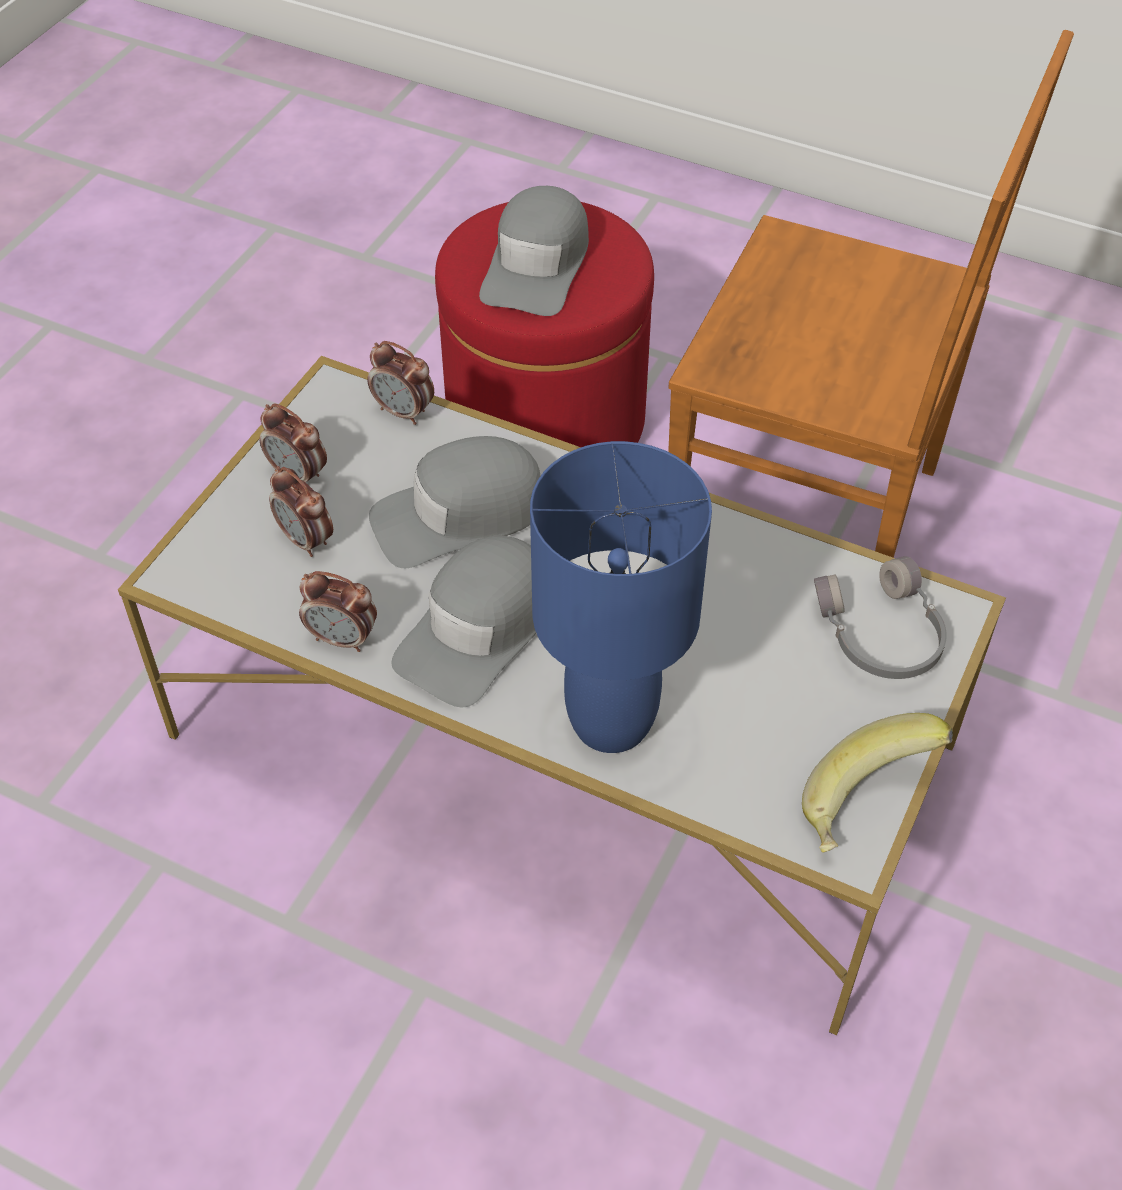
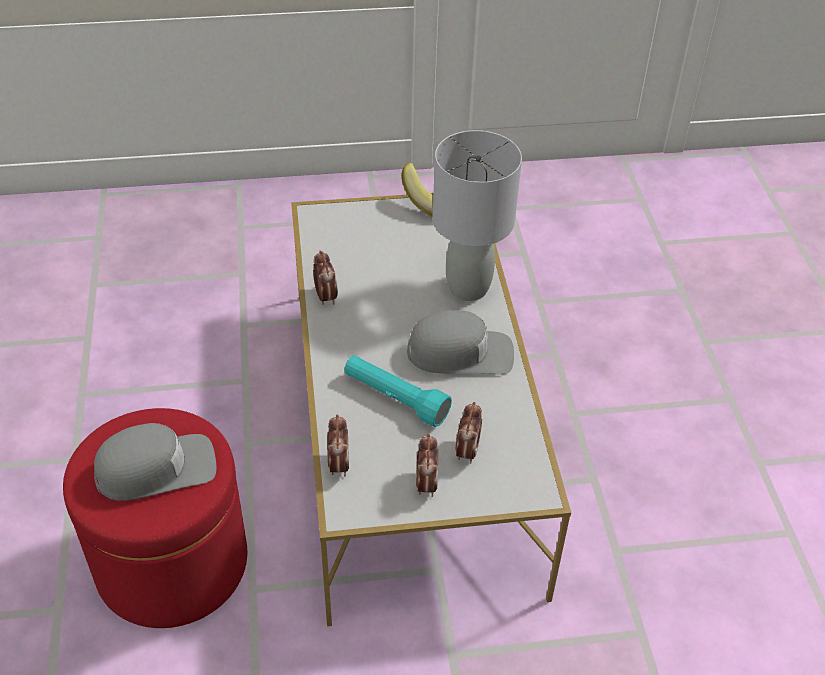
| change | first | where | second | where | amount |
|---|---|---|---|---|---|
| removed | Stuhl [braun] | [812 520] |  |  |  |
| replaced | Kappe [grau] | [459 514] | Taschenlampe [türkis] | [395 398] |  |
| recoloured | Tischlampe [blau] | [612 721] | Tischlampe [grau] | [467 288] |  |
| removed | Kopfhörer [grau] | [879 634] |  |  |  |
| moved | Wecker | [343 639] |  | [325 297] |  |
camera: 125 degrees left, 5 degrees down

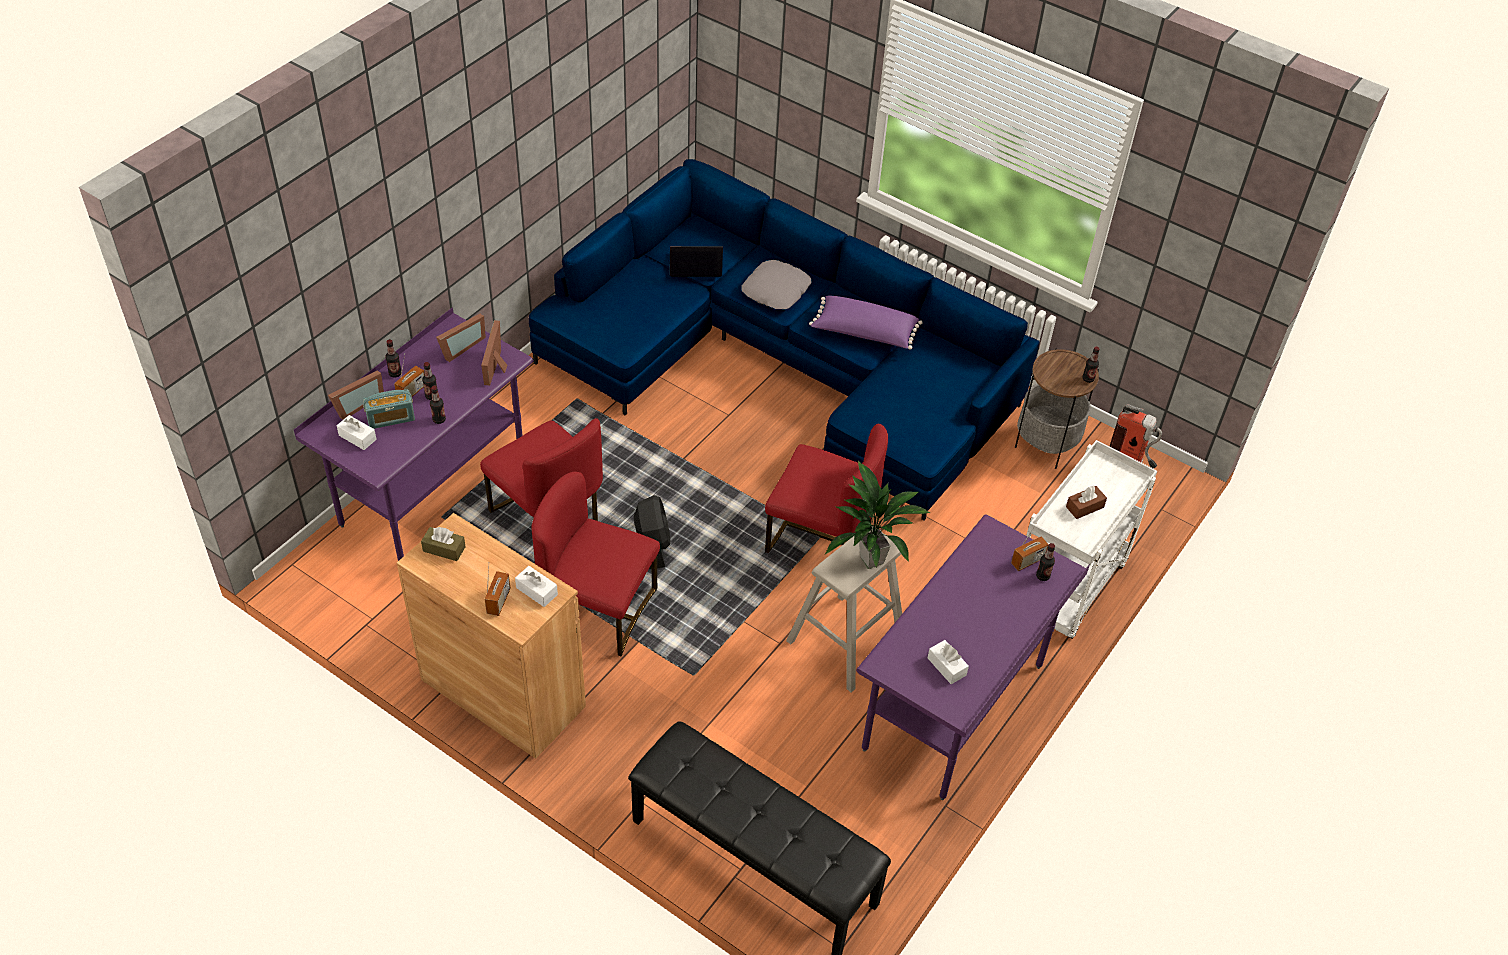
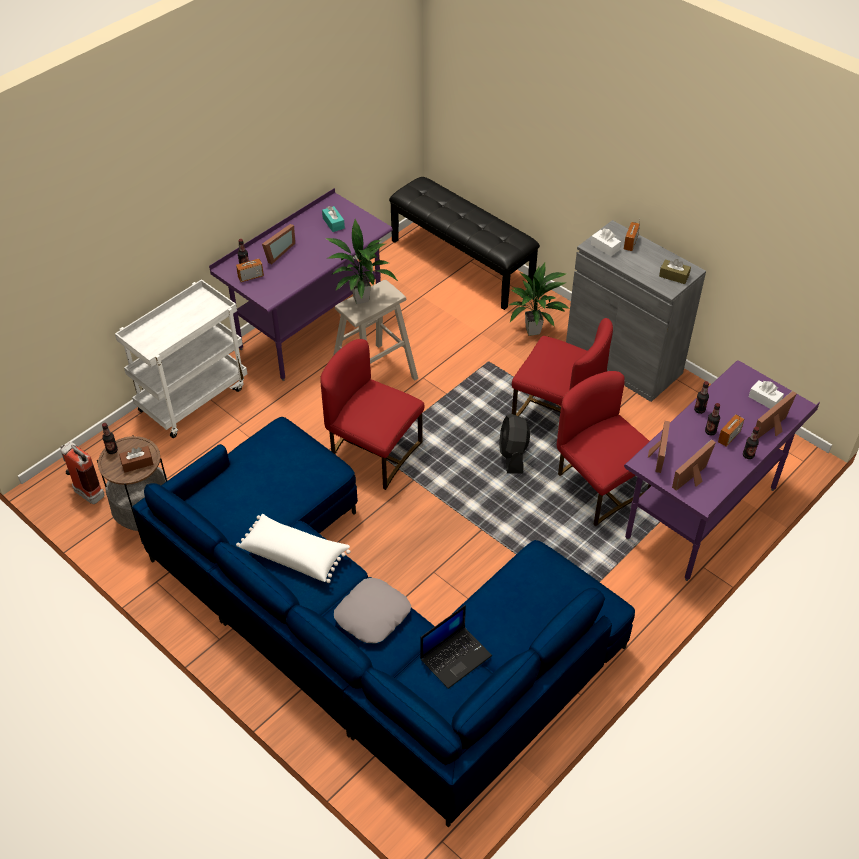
| change | first | where | second | where | amount |
|---|---|---|---|---|---|
| turned | Laptop | [694 265] |  | [456 656] | 45 degrees counterclockwise |
| recoloured | Kissen [lila] | [864 333] | Kissen [weiß] | [294 555] |  |
| removed | Radio | [391 418] |  |  |  |
| moved | Taschentuchbox [braun] | [1084 507] |  | [137 463] |  |
| recoloured | Schrank [braun] | [503 693] | Schrank [grau] | [623 361] |  |
| recoloured | Taschentuchbox [weiß] | [946 666] | Taschentuchbox [türkis] | [333 223] |  |
| added |  |  | Bilderrahmen | [277 252] |  |
| added |  |  | Topfpflanze | [533 331] |  |
camera: 170 degrees left, 0 degrees up

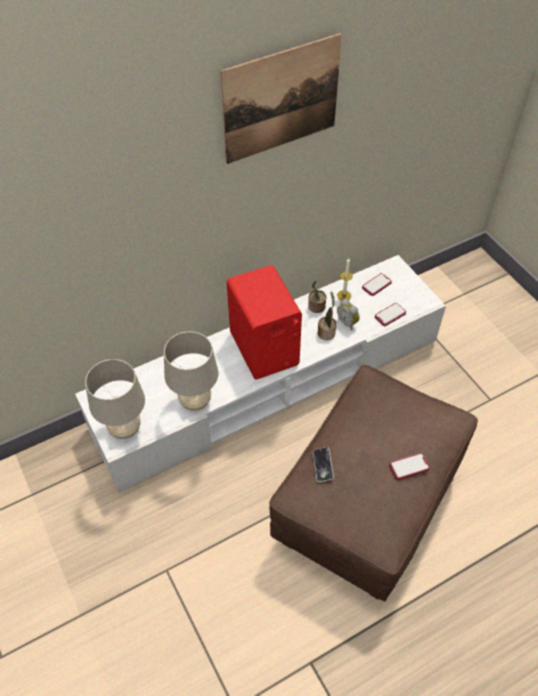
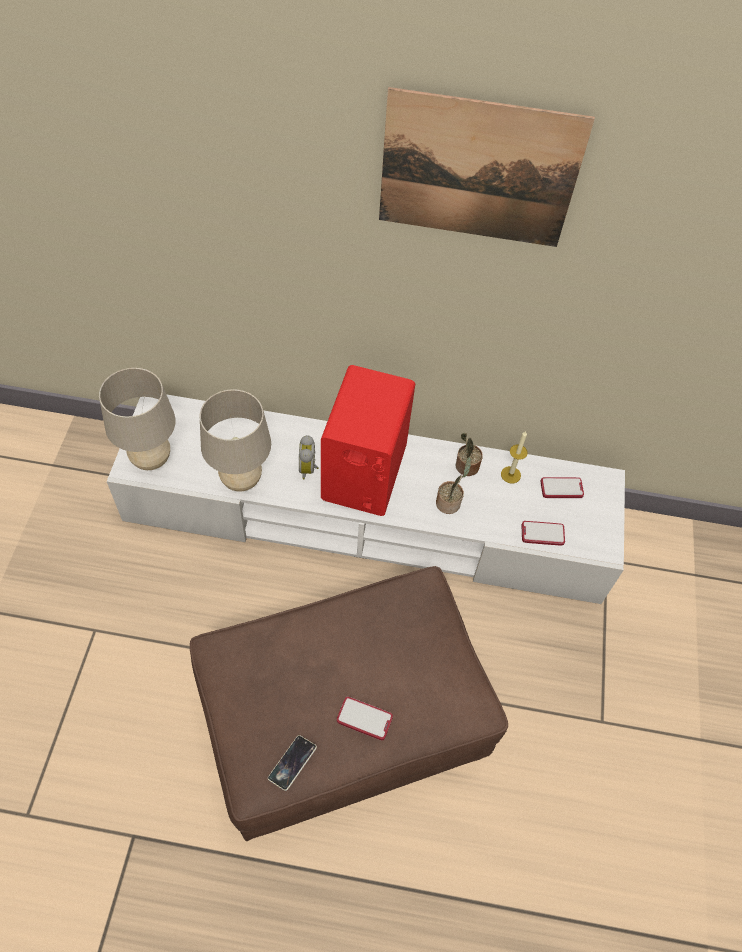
| change | first | where | second | where | amount |
|---|---|---|---|---|---|
| moved | Wecker | [348 322] |  | [309 468] |  |
| moved | Handy | [322 465] |  | [292 763] |  |
camera: 35 degrees right, 5 degrees up

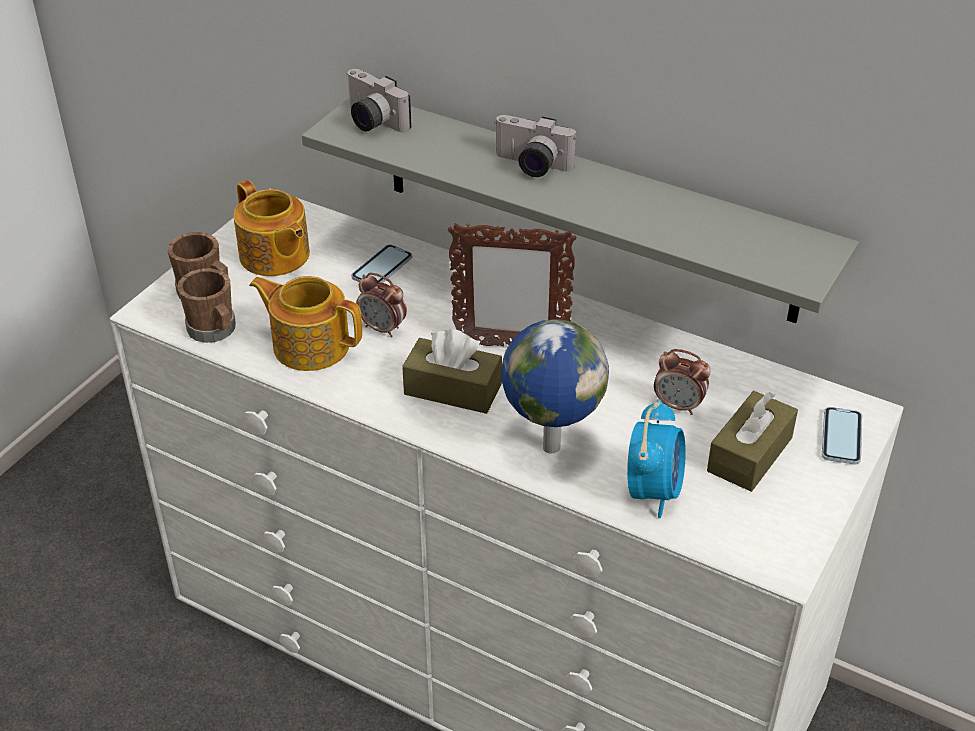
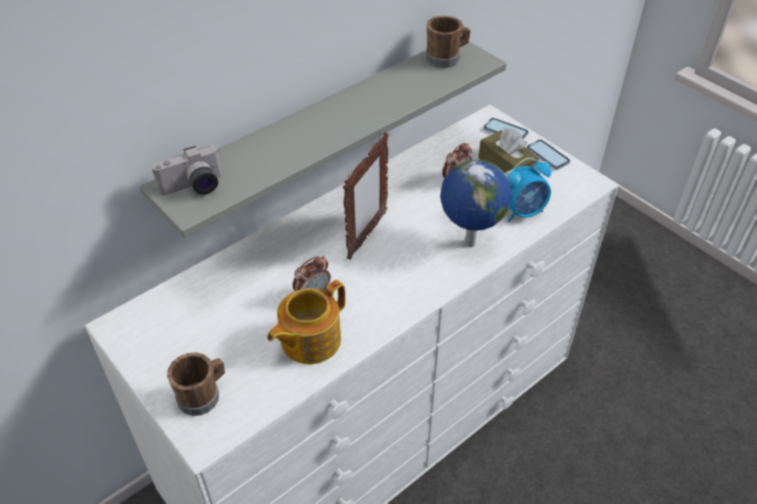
| change | first | where | second | where | amount |
|---|---|---|---|---|---|
| removed | Kamera | [530 166] |  |  |  |
| removed | Teekanne | [274 256] |  |  |  |
| moved | Handy | [382 268] |  | [547 156] |  |
| moved | Henkelbecher [braun] | [214 331] |  | [446 58] |  |
| removed | Taschentuchbox [braun] | [453 389] |  |  |  |
| turned | Wecker | [653 491] |  | [522 212] | 120 degrees clockwise |
camera: 70 degrees left, 5 degrees up

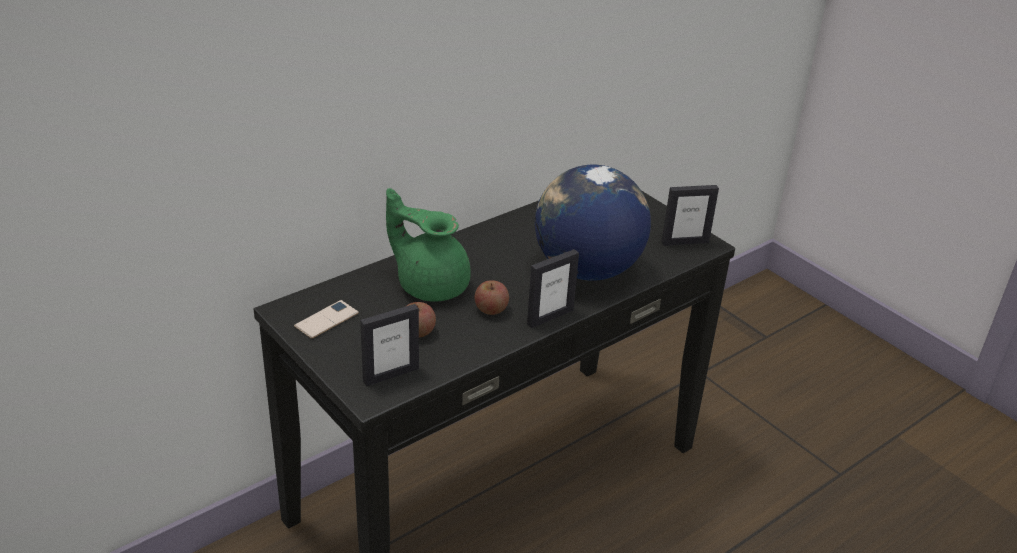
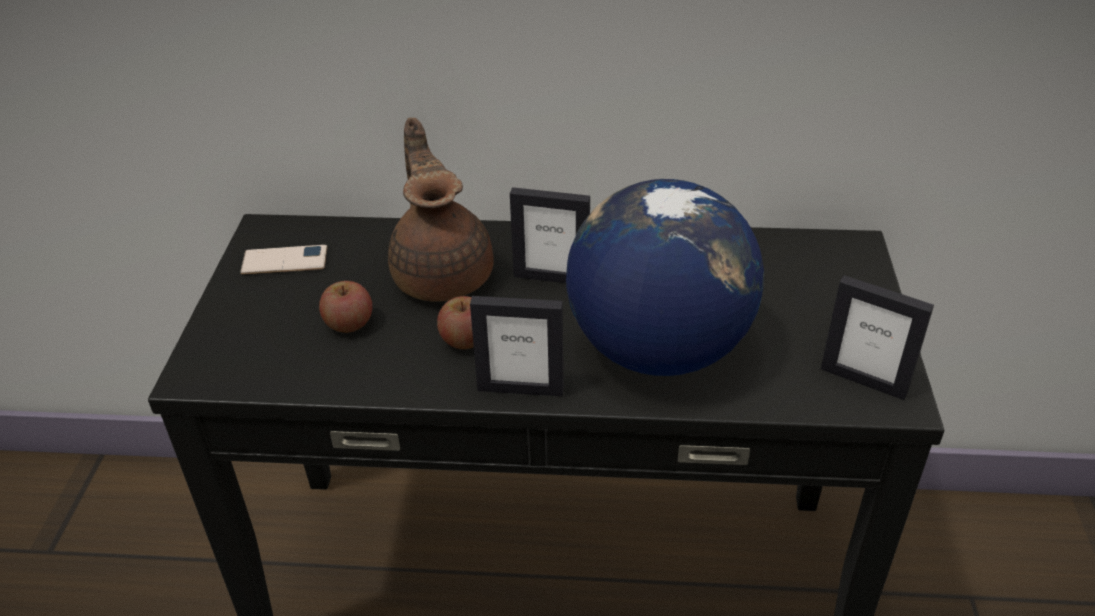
| change | first | where | second | where | amount |
|---|---|---|---|---|---|
| recoloured | Teekanne [grün] | [430 284] | Teekanne [braun] | [443 273] |  |
| moved | Bilderrahmen | [390 374] |  | [551 277] |  |
camera: 45 degrees right, 5 degrees up

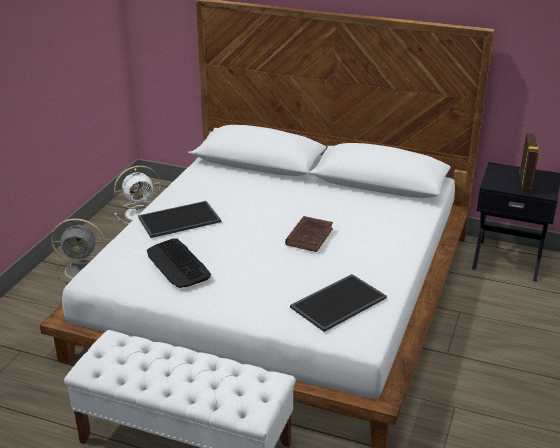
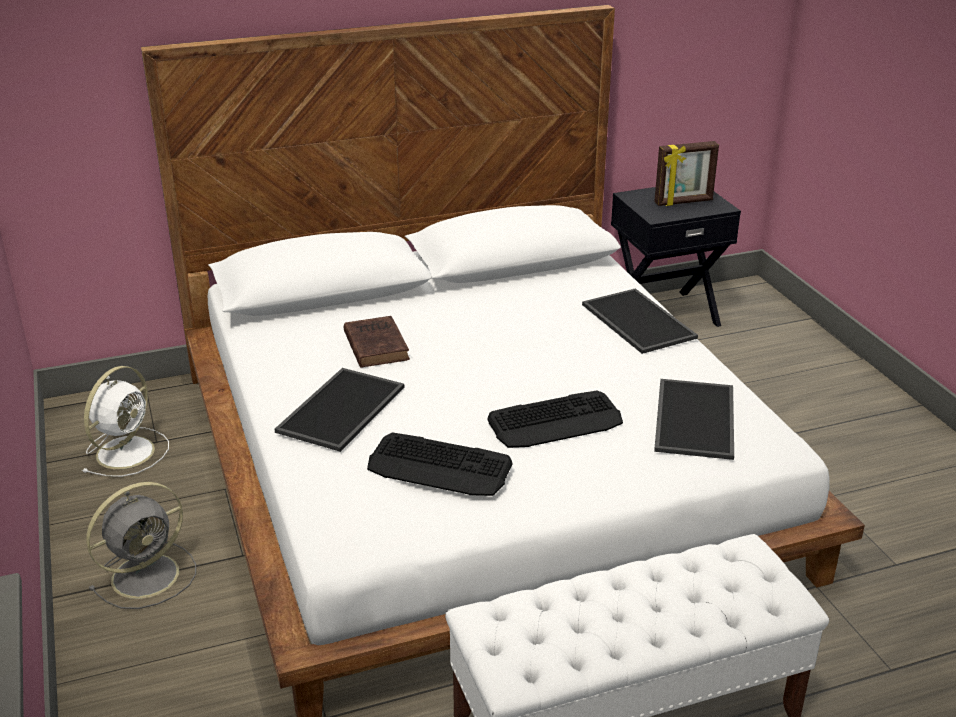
| change | first | where | second | where | amount |
|---|---|---|---|---|---|
| turned | Bilderrahmen | [525 182] |  | [683 202] | 105 degrees clockwise |
| moved | Buch [braun] | [310 236] |  | [375 345] |  |
| added |  |  | Tablett | [636 321] |  |
| added |  |  | Tastatur | [555 421] |  |
camera: 40 degrees left, 0 degrees up

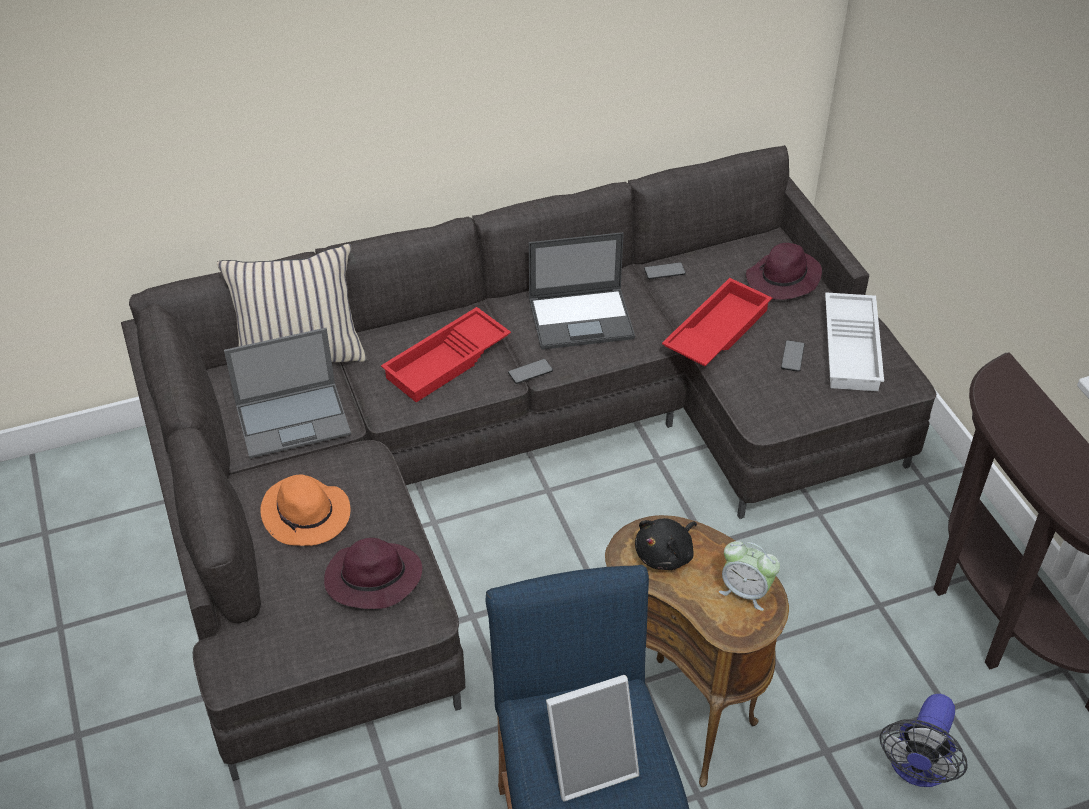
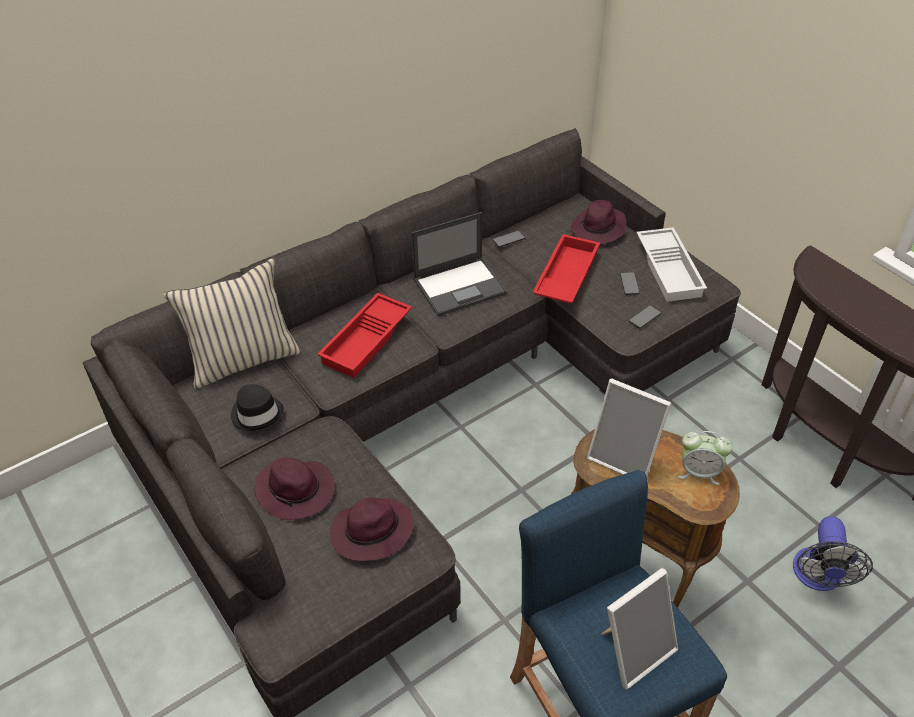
| change | first | where | second | where | amount |
|---|---|---|---|---|---|
| replaced | Laptop | [294 419] | Hut [schwarz] | [257 413] |  |
| moved | Handy | [530 372] |  | [644 317] |  |
| recoloured | Hut [orange] | [307 515] | Hut [lila] | [296 491] |  |
| replaced | Plüschtier [schwarz] | [666 554] | Bilderrahmen | [624 456] |  |
camera: 15 degrees left, 0 degrees up

